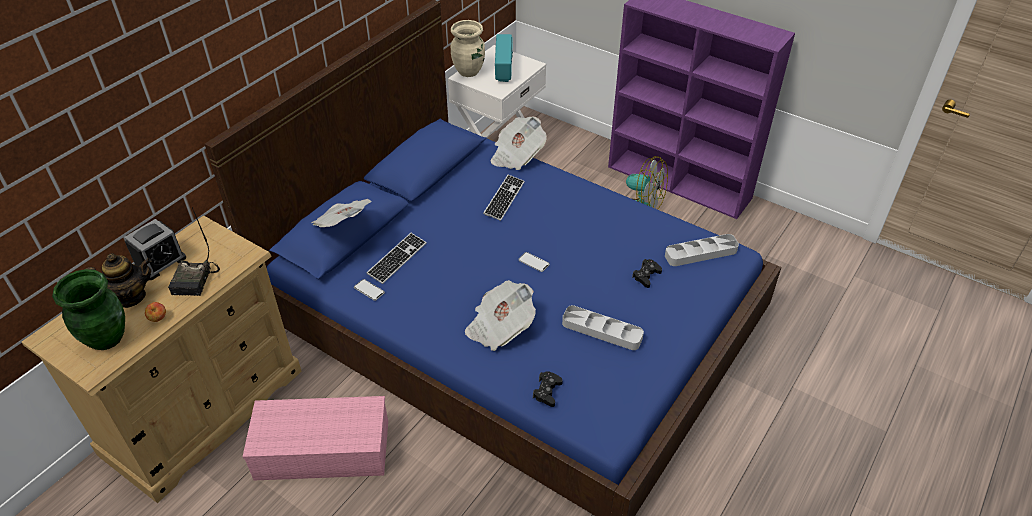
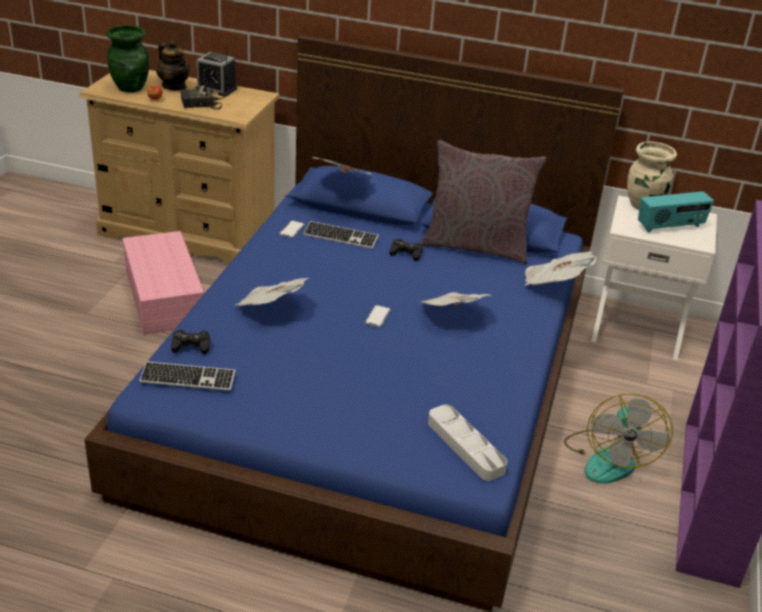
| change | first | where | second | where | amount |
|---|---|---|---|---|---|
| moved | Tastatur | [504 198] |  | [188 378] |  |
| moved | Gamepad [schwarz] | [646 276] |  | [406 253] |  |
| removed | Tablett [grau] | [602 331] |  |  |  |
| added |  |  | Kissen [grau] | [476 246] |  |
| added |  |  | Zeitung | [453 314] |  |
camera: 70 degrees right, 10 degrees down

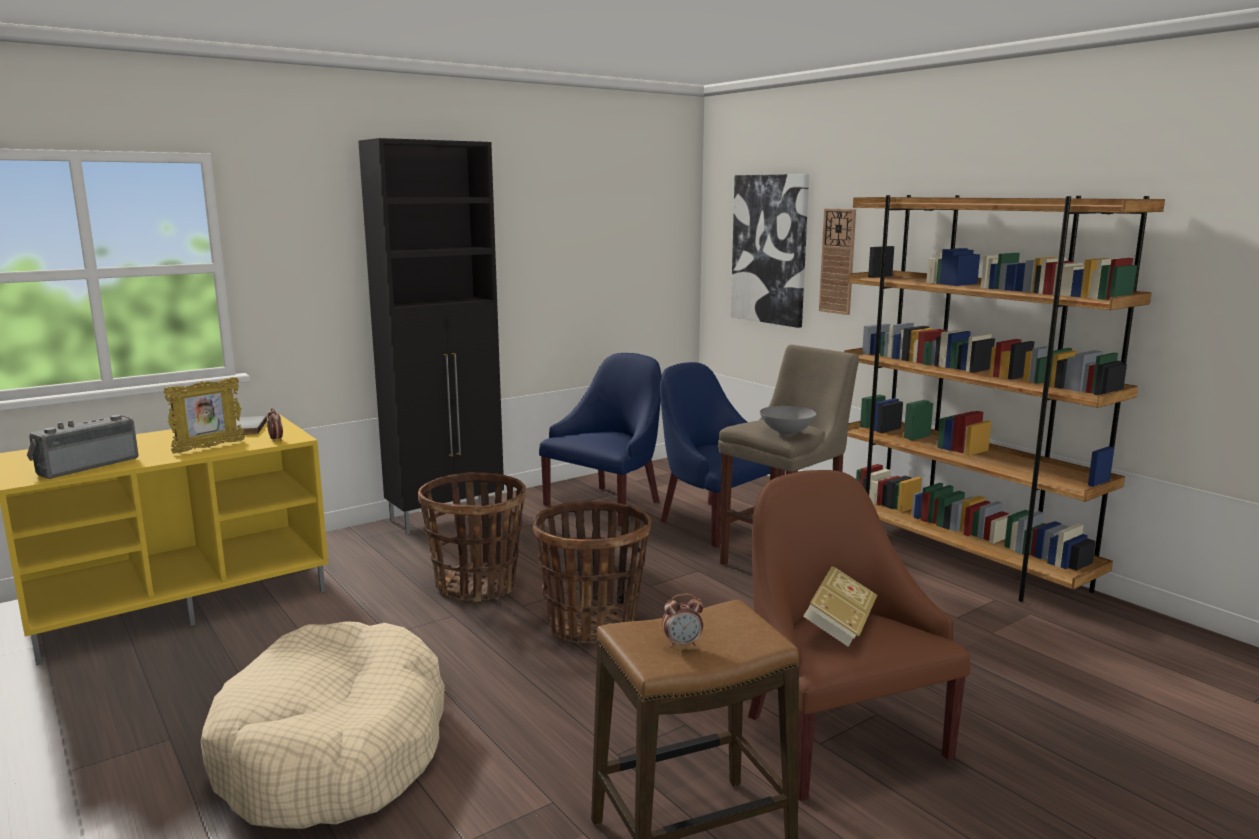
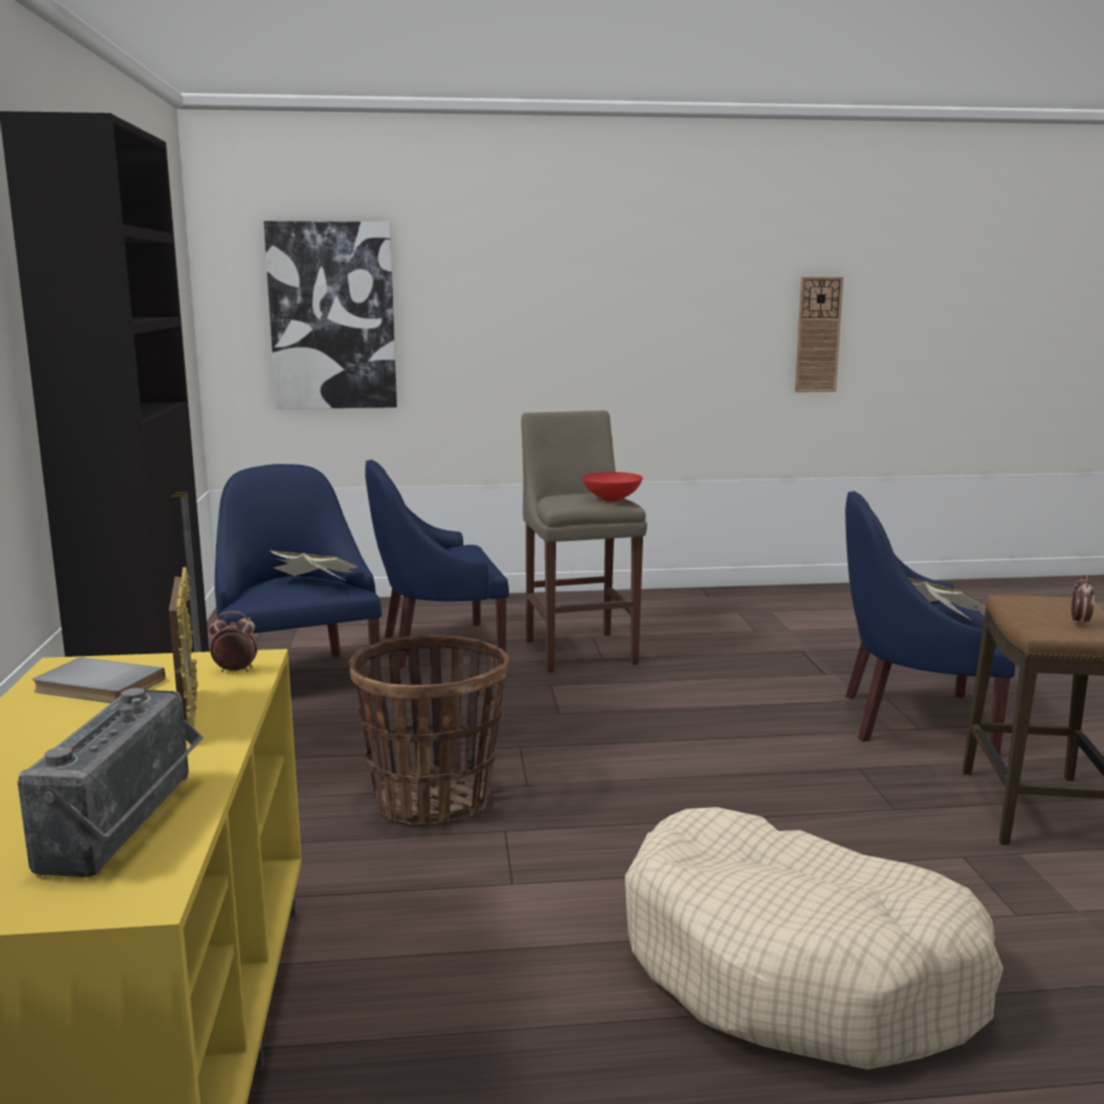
| change | first | where | second | where | amount |
|---|---|---|---|---|---|
| removed | Bücherregal [braun] | [958 560] |  |  |  |
| moved | Wanduhr | [838 261] |  | [818 335] |  |
| recoloured | Schüssel [grau] | [786 432] | Schüssel [rot] | [611 499] |  |
| turned | Radio | [86 466] |  | [128 824] | 150 degrees counterclockwise |
| recoloured | Sessel [braun] | [836 736] | Sessel [blau] | [912 720] |  |
| removed | Korb | [592 625] |  |  |  |
| added |  |  | Buch | [314 582] |  |
camera: 60 degrees left, 0 degrees up

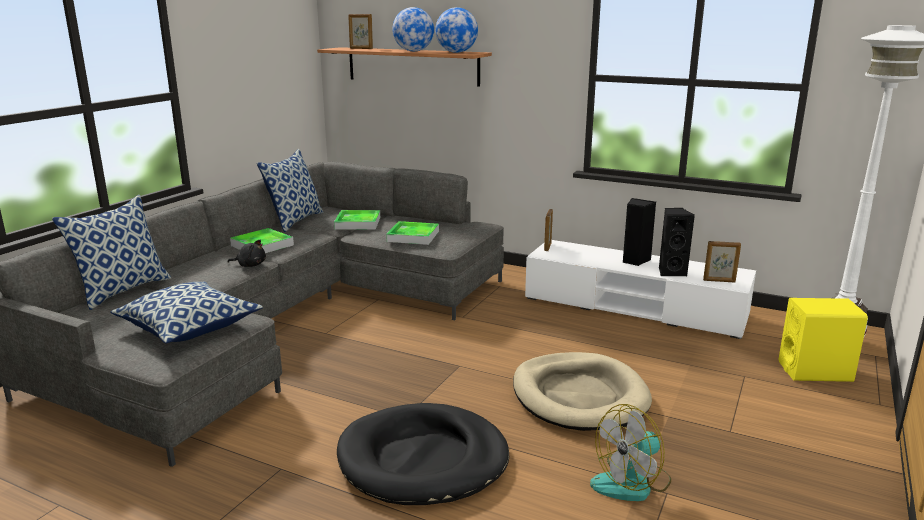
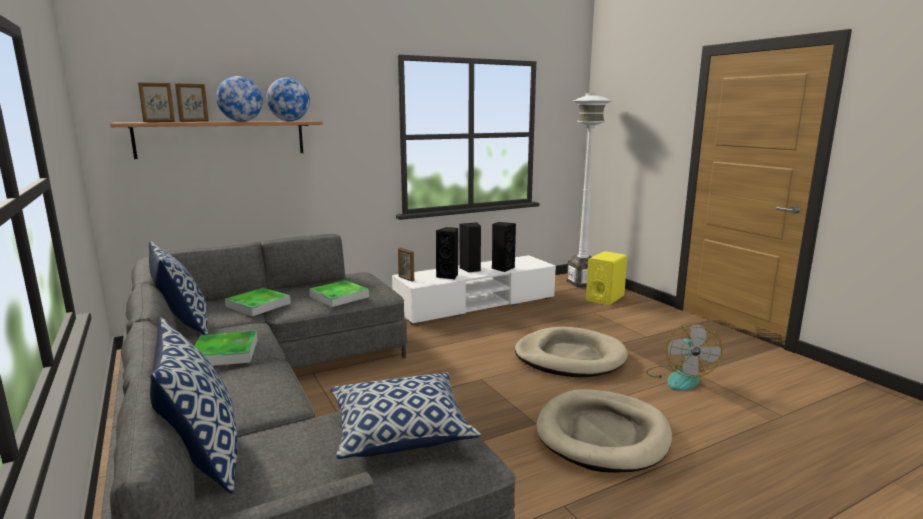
| change | first | where | second | where | amount |
|---|---|---|---|---|---|
| removed | Plüschtier [schwarz] | [250 265] |  |  |  |
| moved | Bilderrahmen | [719 281] |  | [194 121] |  |
| recoloured | Hundebett [schwarz] | [423 460] | Hundebett [beige] | [603 434] |  |
| added |  |  | Lautsprecher [schwarz] | [448 276] |  |
camera: 55 degrees left, 5 degrees down

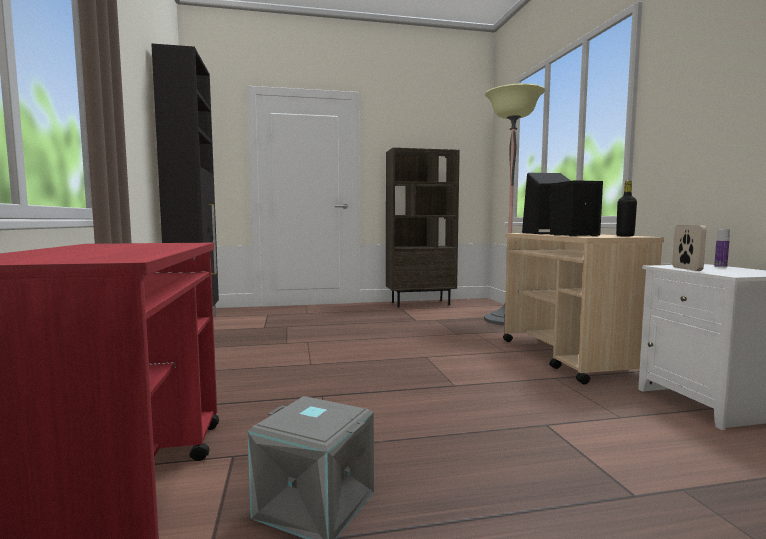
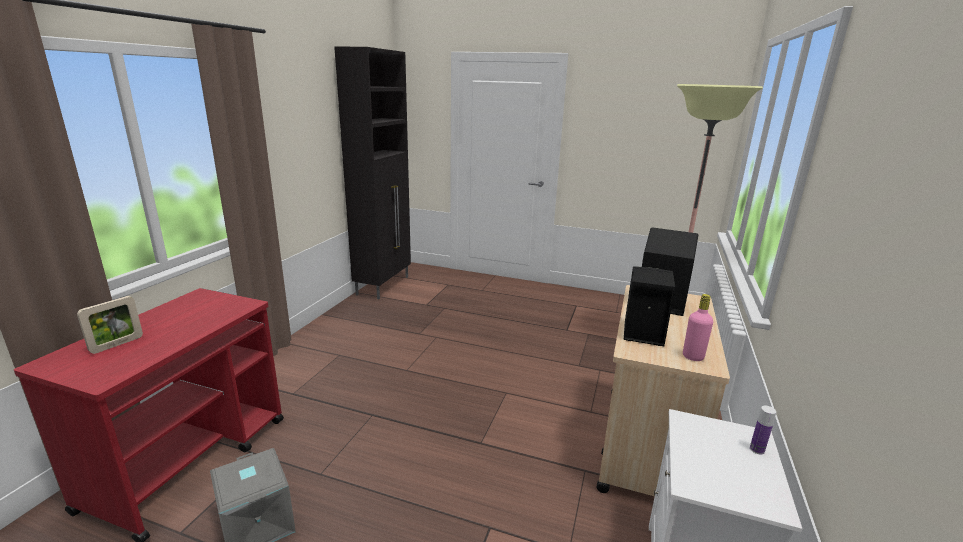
| change | first | where | second | where | amount |
|---|---|---|---|---|---|
| removed | Bücherregal [braun] | [420 303] |  |  |  |
| recoloured | Flasche [schwarz] | [625 236] | Flasche [rosa] | [693 357] |  |
| moved | Bilderrahmen | [686 268] |  | [117 344] |  |
camera: 30 degrees right, 15 degrees up

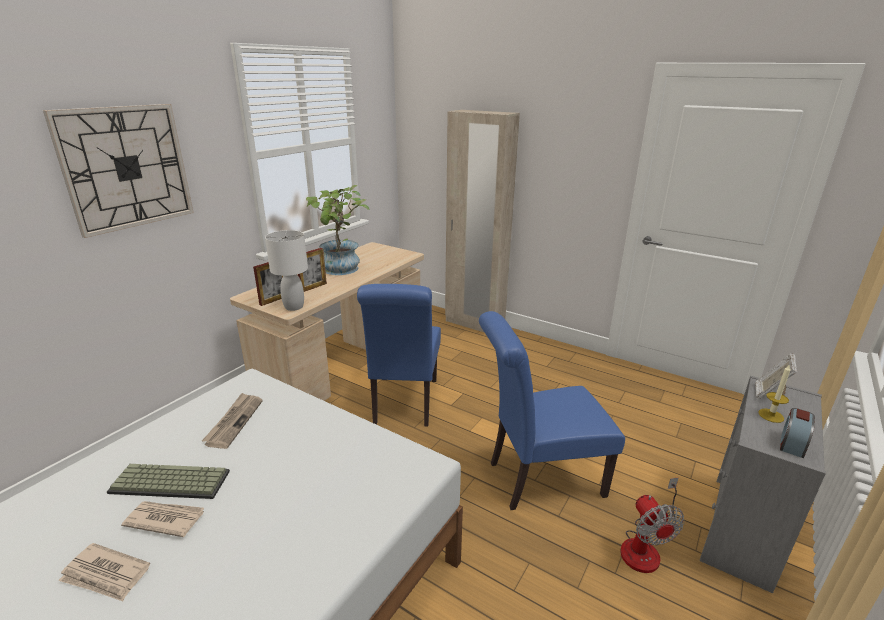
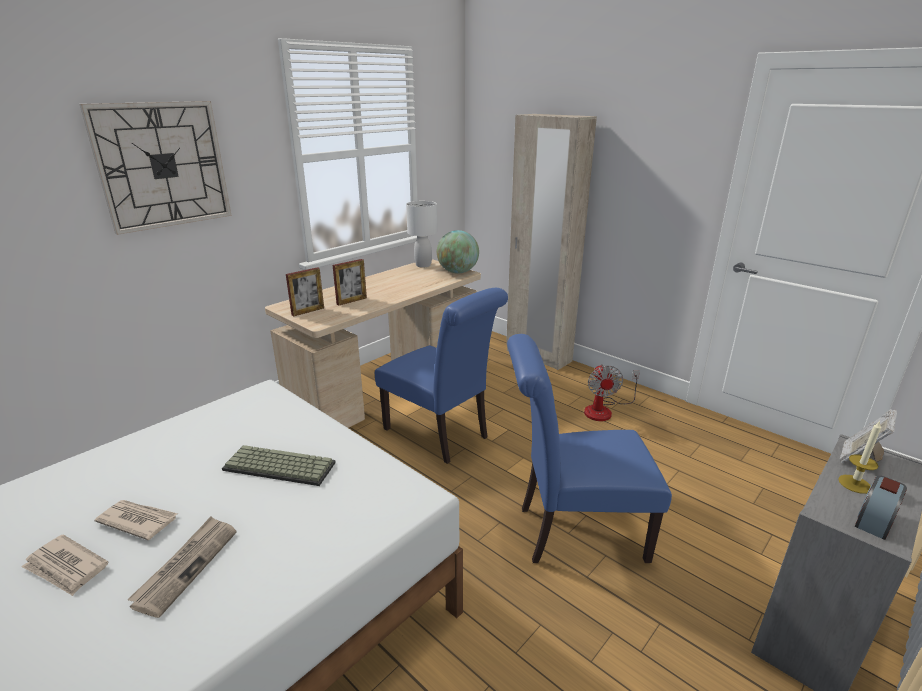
| change | first | where | second | where | amount |
|---|---|---|---|---|---|
| removed | Topfpflanze | [341 270] |  |  |  |
| moved | Tischlampe [weiß] | [293 307] |  | [423 265] |  |
| turned | Stuhl [blau] | [404 404] |  | [441 435] | 60 degrees counterclockwise |
| moved | Zeitung | [234 421] |  | [186 566] |  |
| moved | Tastatur | [168 483] |  | [277 467] |  |
| moved | Ventilator | [645 546] |  | [604 410] |  |
| added |  |  | Globus | [457 272] |  |
camera: 10 degrees right, 0 degrees up

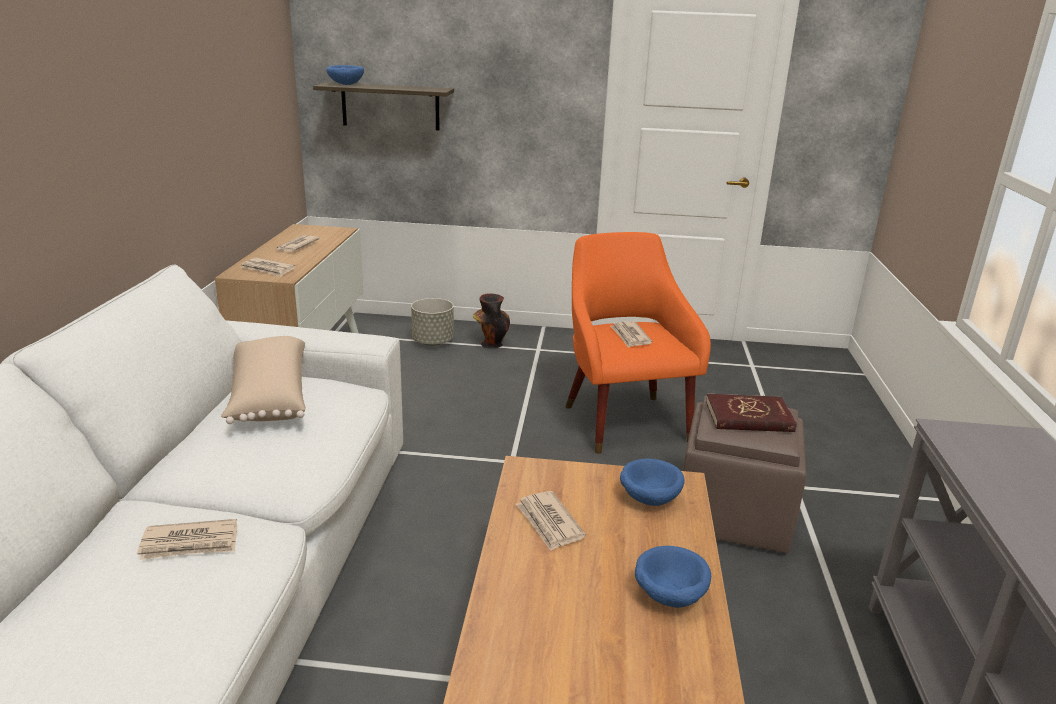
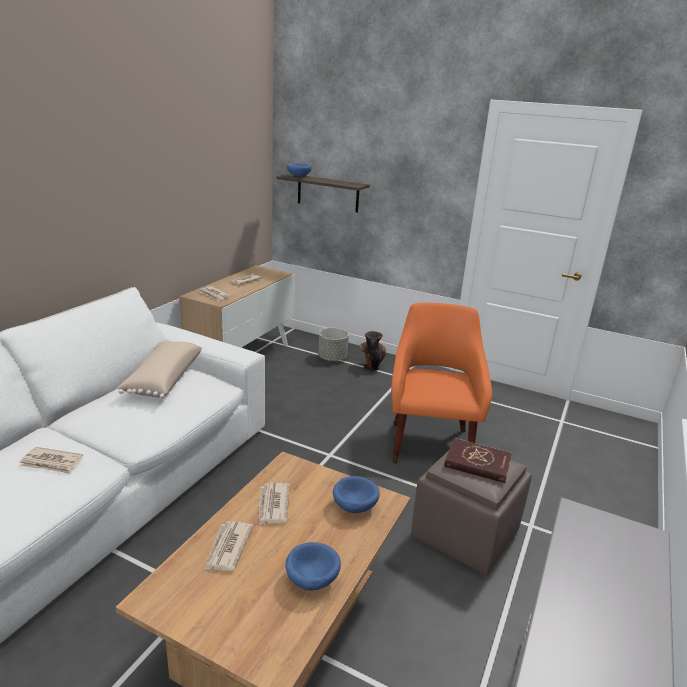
| change | first | where | second | where | amount |
|---|---|---|---|---|---|
| moved | Zeitung | [630 336] |  | [227 548] |  |
camera: 20 degrees right, 0 degrees up

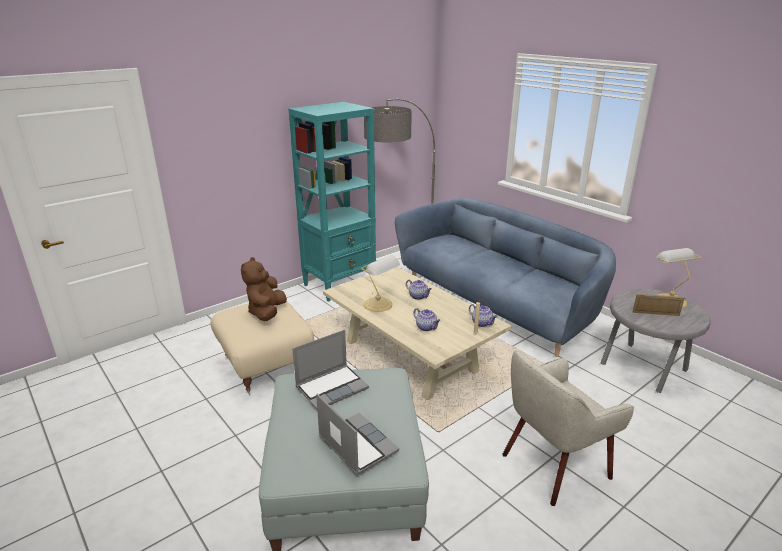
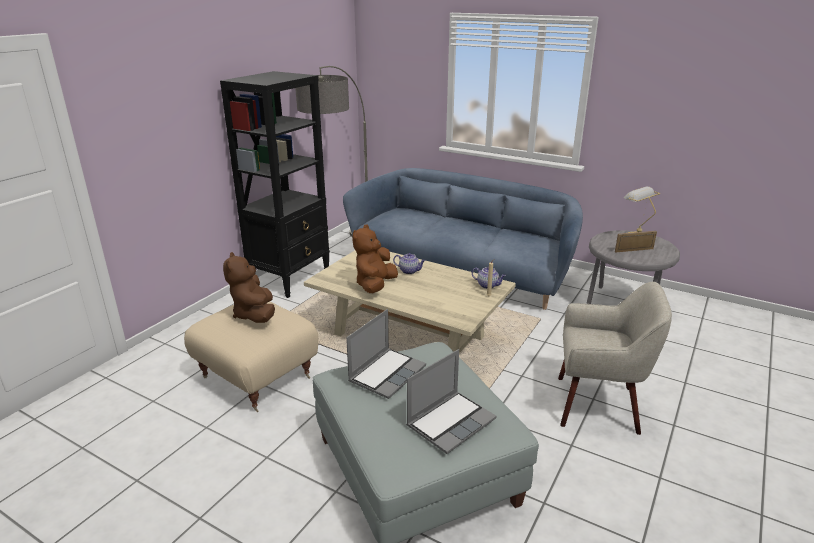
| change | first | where | second | where | amount |
|---|---|---|---|---|---|
| recoloured | Bücherregal [türkis] | [340 284] | Bücherregal [schwarz] | [291 278] |  |
| replaced | Tischlampe | [379 305] | Plüschtier [braun] | [375 285] |  |
| removed | Teekanne | [426 327] |  |  |  |
| turned | Sessel [beige] | [553 465] |  | [598 405] | 120 degrees counterclockwise |
| turned | Laptop | [356 444] |  | [451 422] | 105 degrees clockwise |
camera: 20 degrees left, 0 degrees up

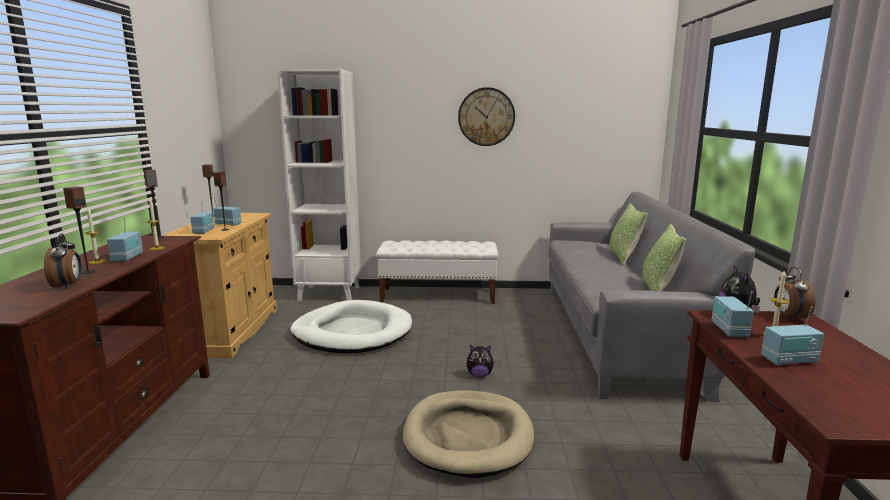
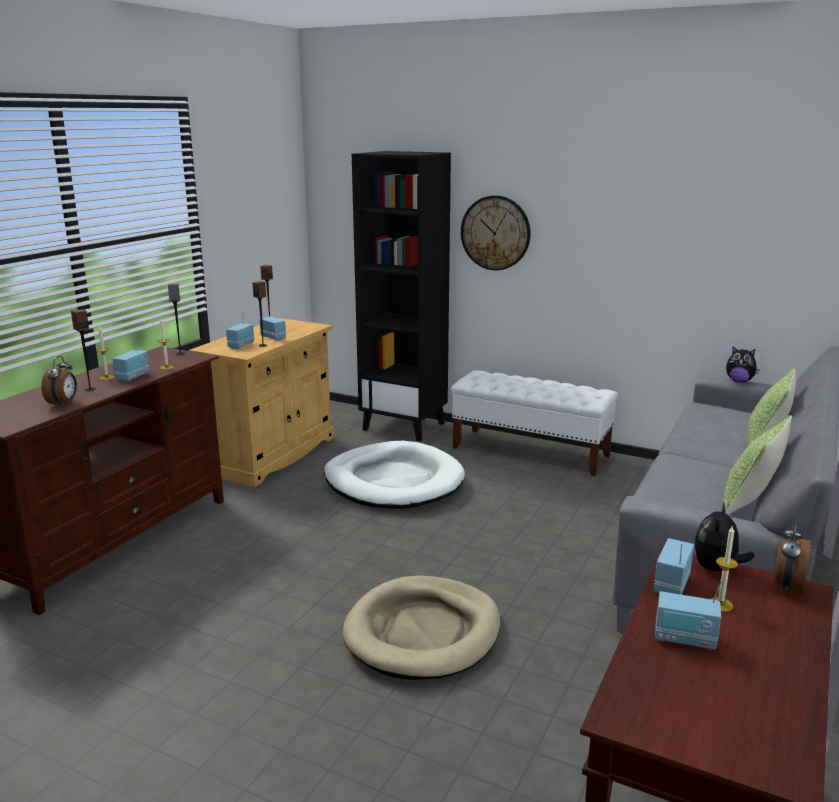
| change | first | where | second | where | amount |
|---|---|---|---|---|---|
| recoloured | Bücherregal [weiß] | [330 294] | Bücherregal [schwarz] | [404 426] |  |
| moved | Wanduhr | [486 117] |  | [495 233] |  |
| moved | Plüschtier | [479 375] |  | [739 381] |  |
camera: 25 degrees right, 5 degrees up

